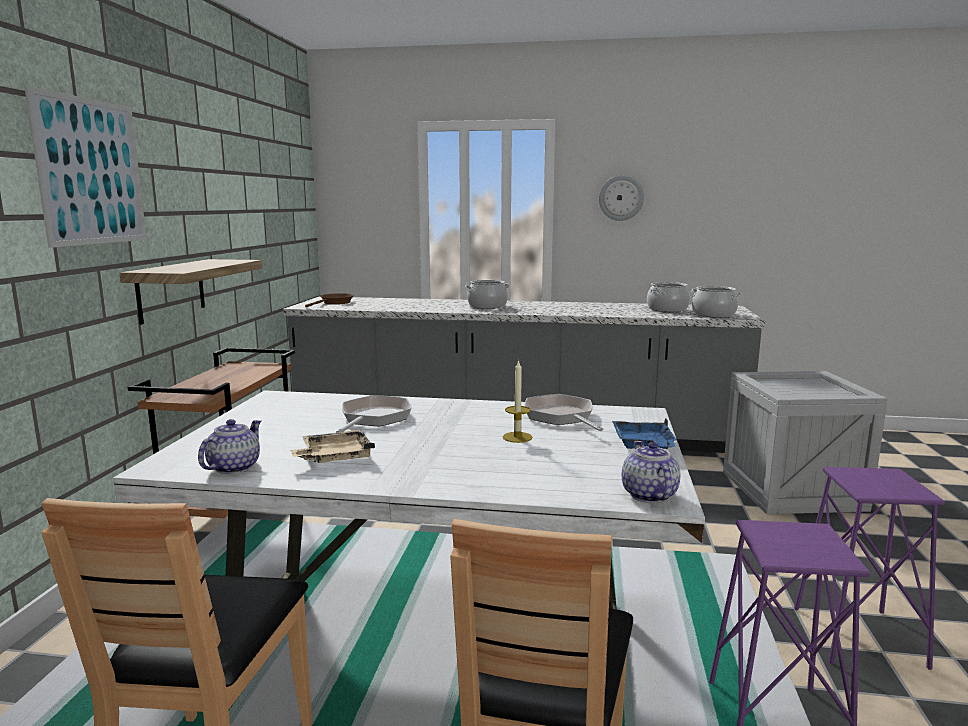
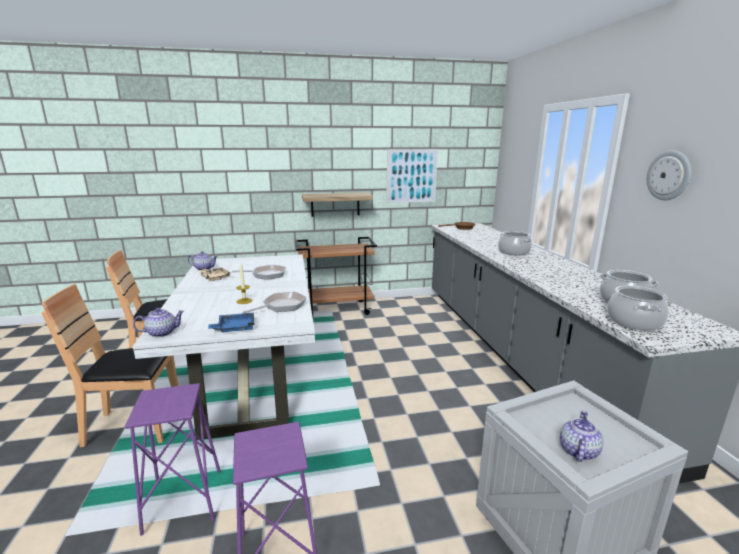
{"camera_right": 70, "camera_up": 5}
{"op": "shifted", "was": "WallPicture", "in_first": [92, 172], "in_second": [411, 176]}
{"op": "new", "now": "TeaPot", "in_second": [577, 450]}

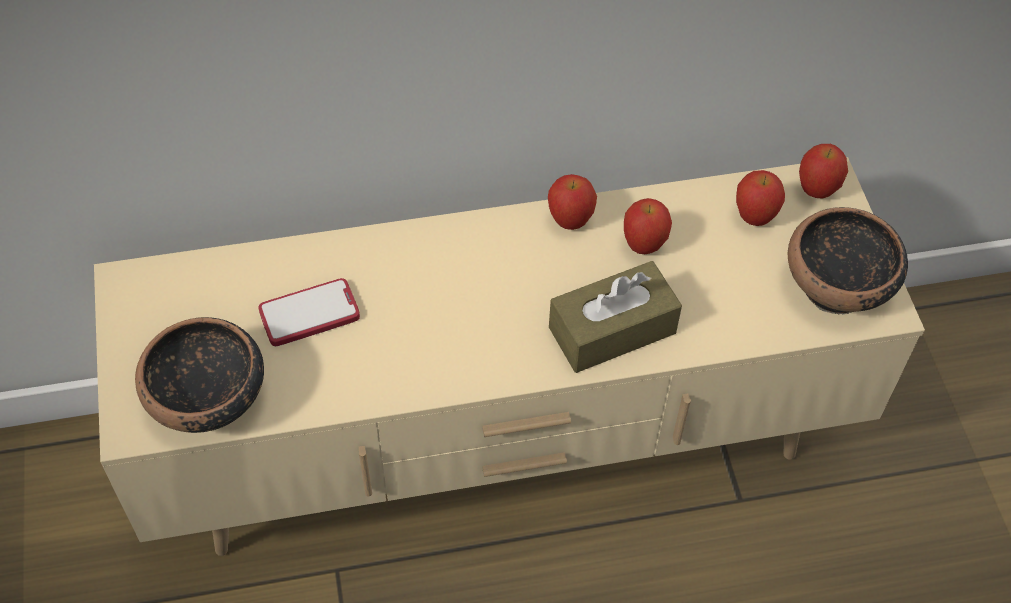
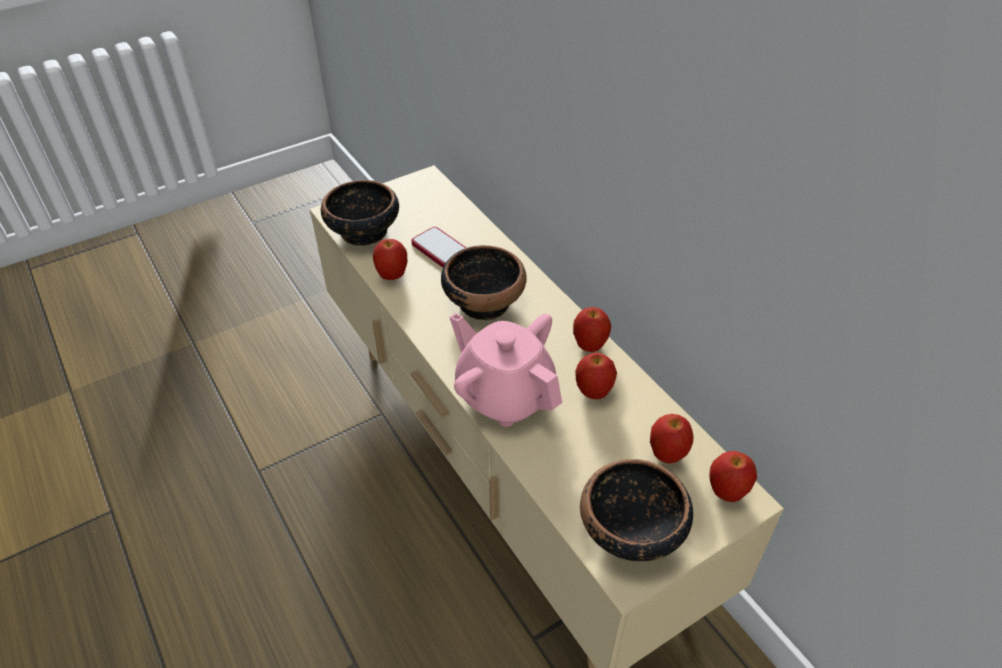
{"camera_right": 70, "camera_up": -10}
{"op": "swapped", "was": "BrownTissueHolder", "now": "PinkTeaPot", "in_first": [612, 330], "in_second": [505, 395]}
{"op": "new", "now": "AppleFruit", "in_second": [392, 276]}
{"op": "new", "now": "ServingBowl", "in_second": [484, 301]}

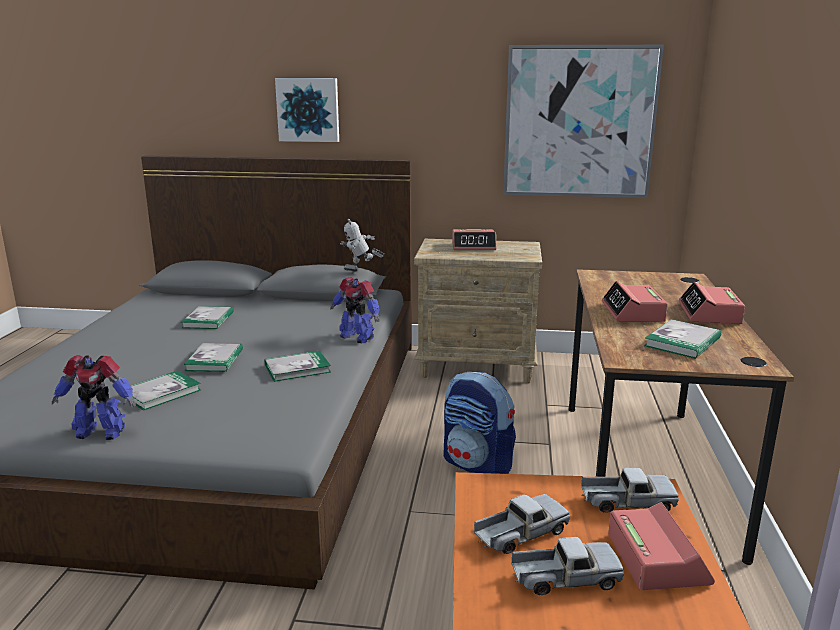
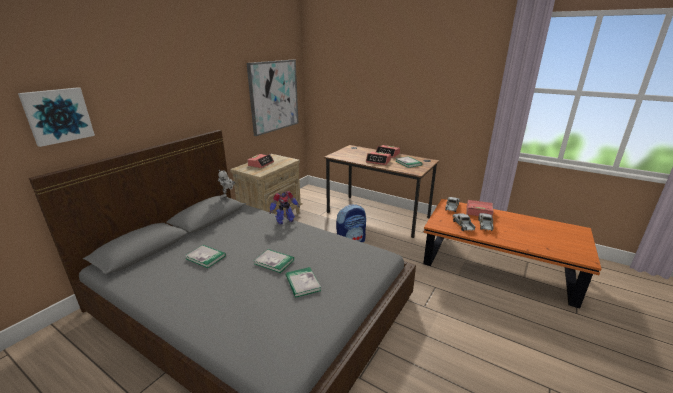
{"camera_right": -65, "camera_up": 5}
{"op": "gone", "was": "ModelRobot", "in_first": [100, 432]}
{"op": "gone", "was": "Volume", "in_first": [297, 368]}
{"op": "shifted", "was": "WallPicture", "in_first": [308, 109], "in_second": [58, 115]}

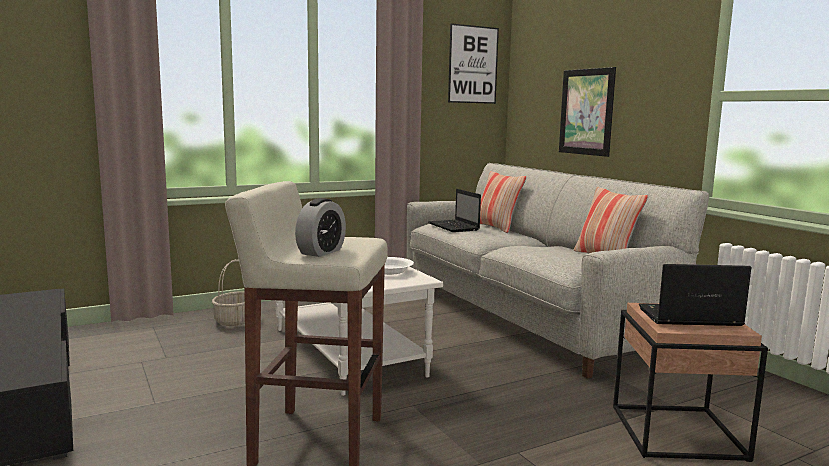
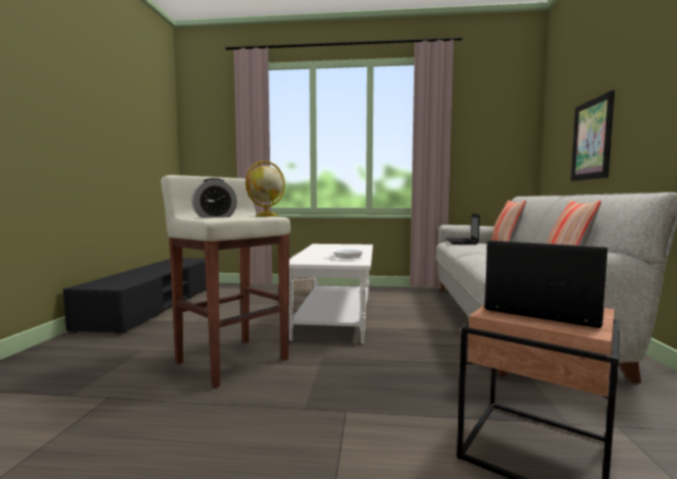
{"camera_right": 35, "camera_up": -5}
{"op": "gone", "was": "WallPicture", "in_first": [473, 64]}
{"op": "new", "now": "DeskGlobe", "in_second": [266, 216]}

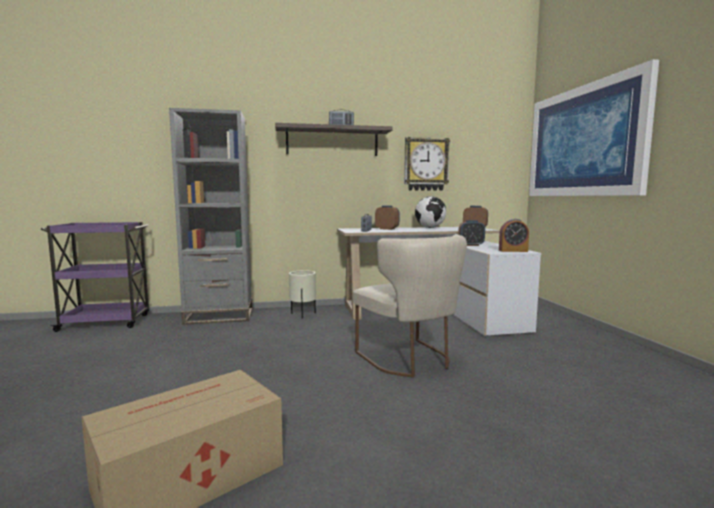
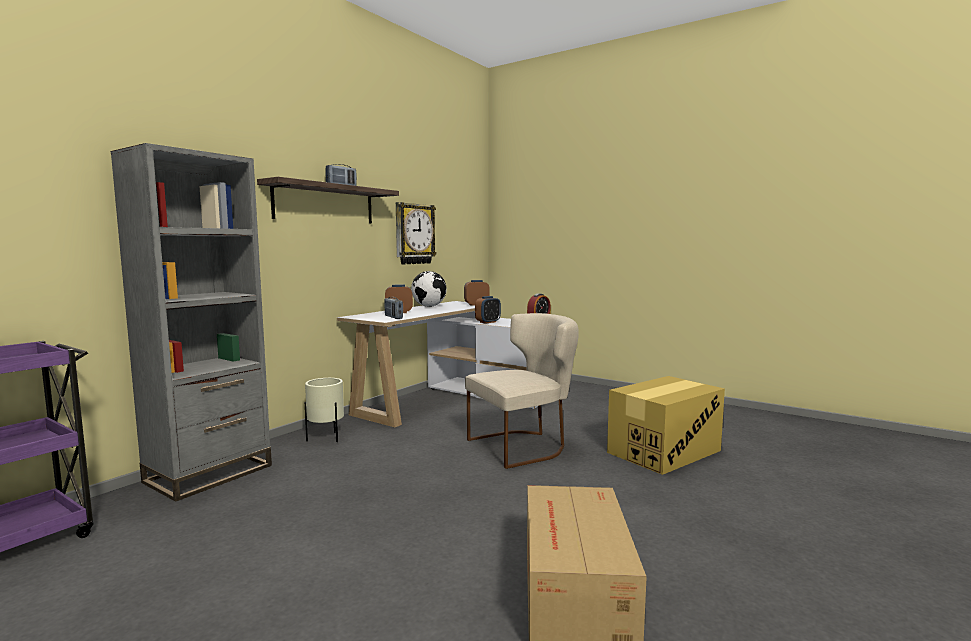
{"camera_right": -45, "camera_up": 0}
{"op": "rotated", "was": "SandColouredUprightChair", "in_first": [410, 360], "in_second": [523, 446], "clockwise": -45}
{"op": "gone", "was": "WallPicture", "in_first": [583, 141]}
{"op": "new", "now": "Carton", "in_second": [663, 451]}

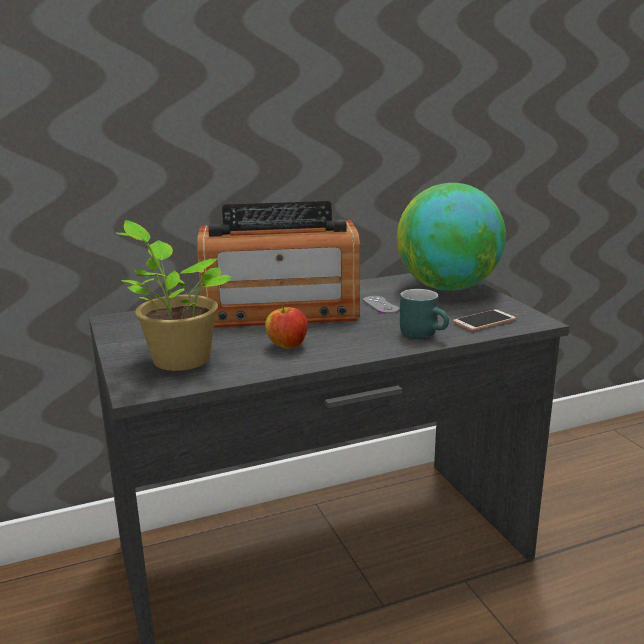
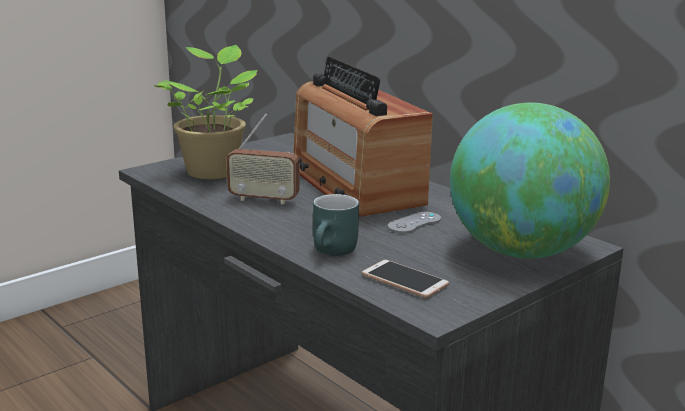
{"camera_right": 70, "camera_up": 0}
{"op": "swapped", "was": "AppleFruit", "now": "RadioSet", "in_first": [287, 345], "in_second": [264, 199]}

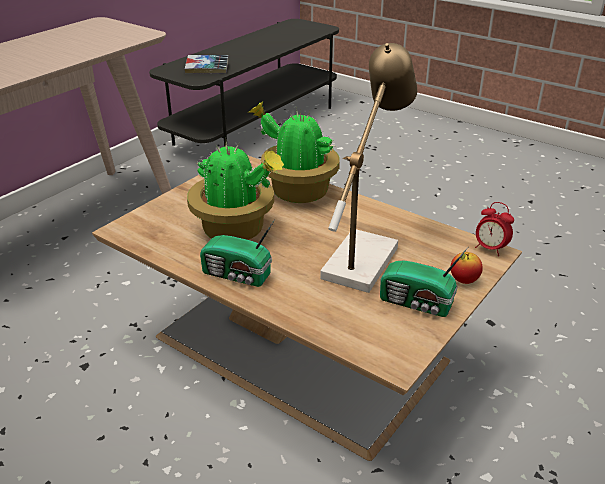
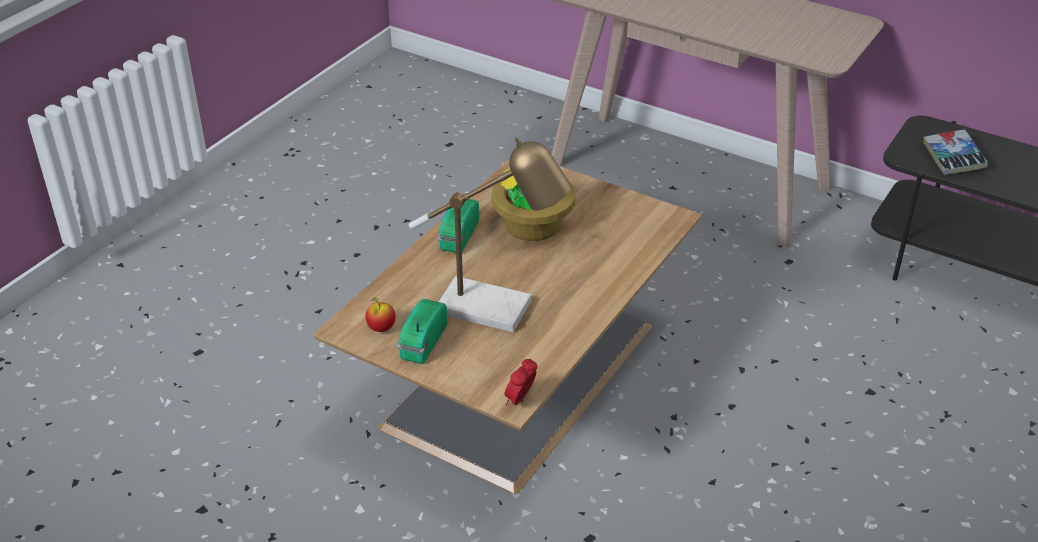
{"camera_right": 85, "camera_up": 5}
{"op": "gone", "was": "PottedPlant", "in_first": [297, 191]}
{"op": "shifted", "was": "AppleFruit", "in_first": [464, 280], "in_second": [381, 328]}

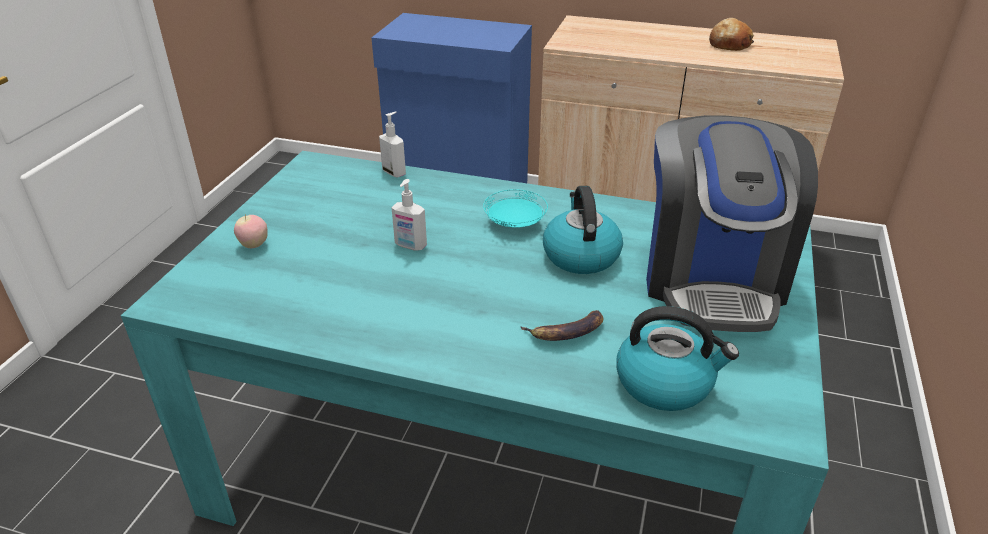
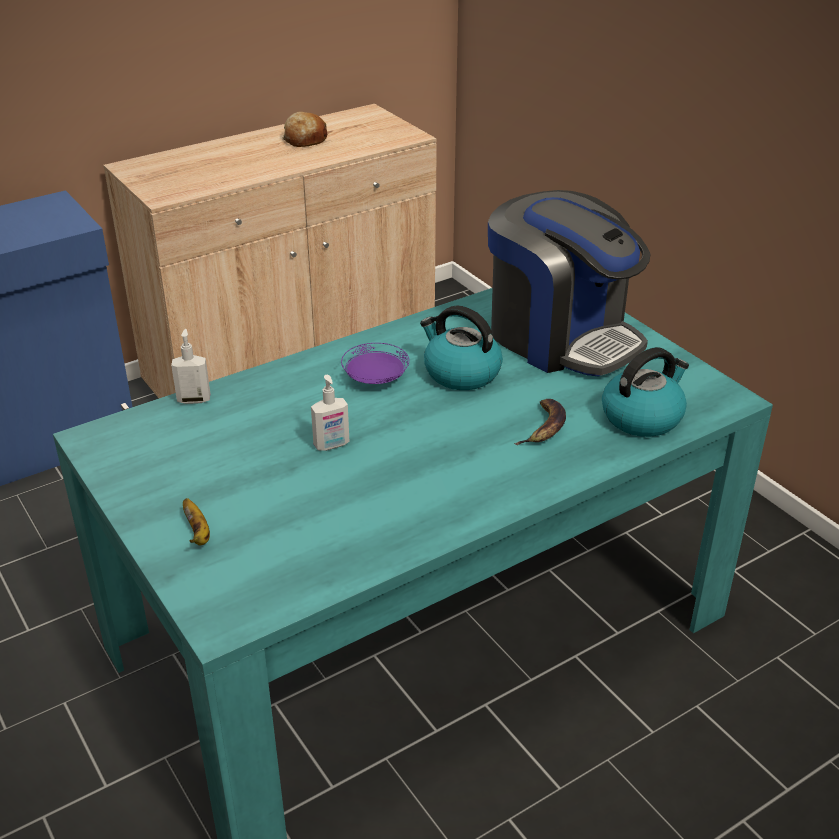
{"camera_right": -50, "camera_up": 0}
{"op": "swapped", "was": "AppleFruit", "now": "BananaFruit", "in_first": [254, 245], "in_second": [198, 533]}
{"op": "repainted", "was": "TurquoiseFlatDish", "now": "PurpleFlatDish", "in_first": [515, 223], "in_second": [375, 379]}

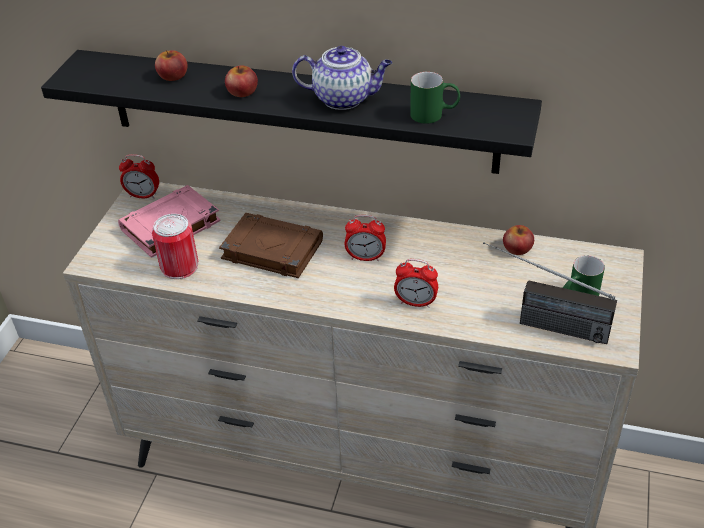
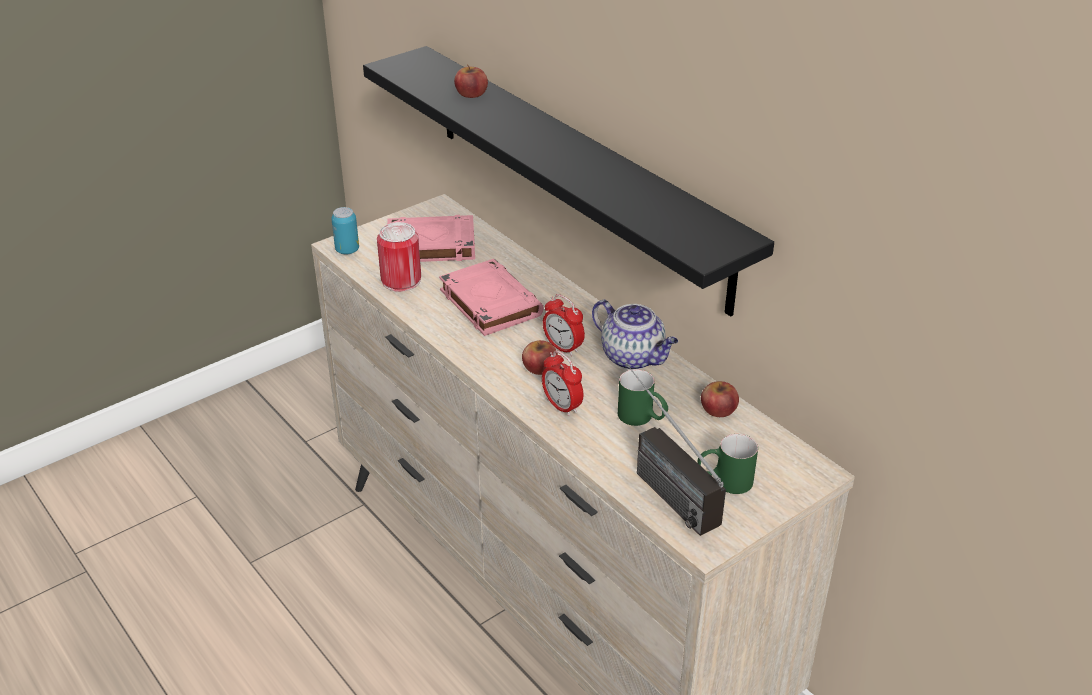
{"camera_right": 35, "camera_up": -5}
{"op": "gone", "was": "AlarmClock", "in_first": [143, 195]}
{"op": "repainted", "was": "BrownVolume", "now": "PinkVolume", "in_first": [271, 250], "in_second": [489, 302]}
{"op": "shifted", "was": "AppleFruit", "in_first": [242, 91], "in_second": [540, 367]}
{"op": "shifted", "was": "TeaPot", "in_first": [344, 99], "in_second": [634, 357]}
{"op": "shifted", "was": "GreenColouredTeaMug", "in_first": [434, 115], "in_second": [642, 418]}
{"op": "new", "now": "Can", "in_second": [347, 250]}

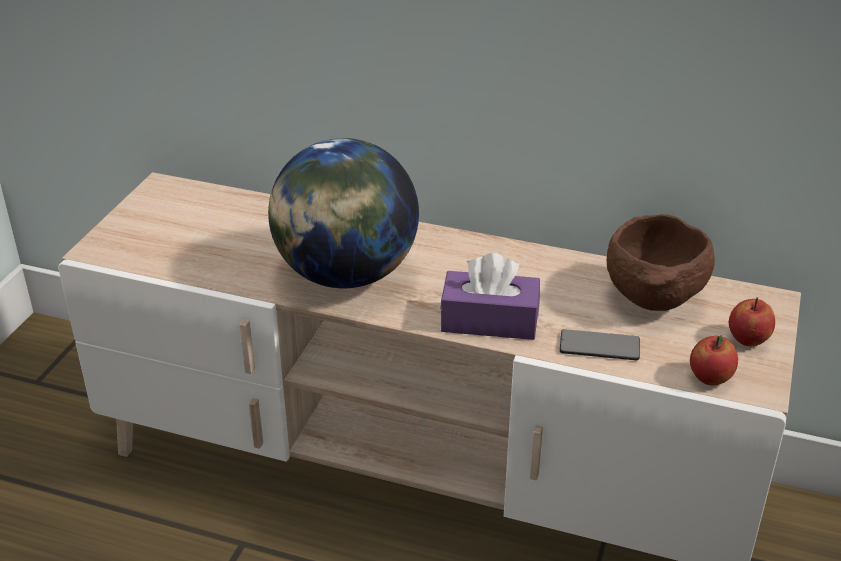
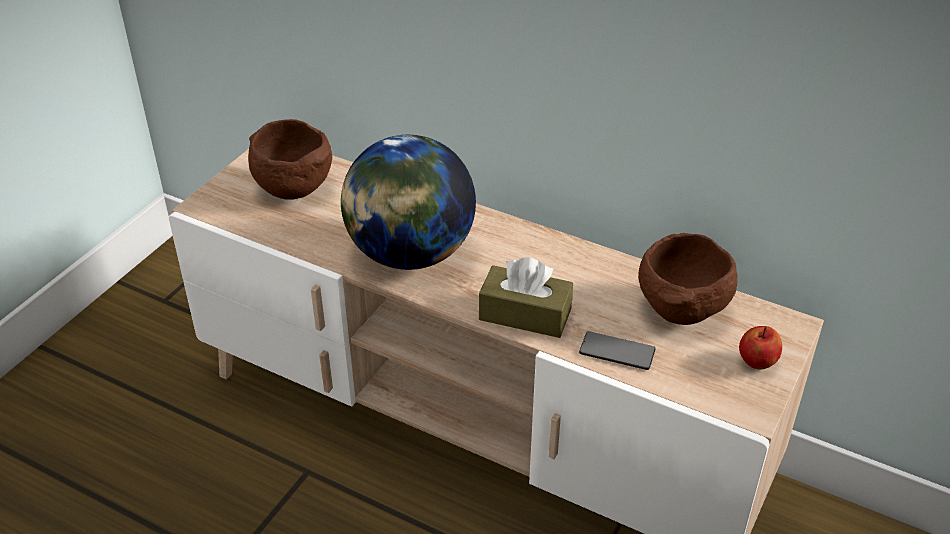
{"camera_right": 10, "camera_up": 5}
{"op": "repainted", "was": "PurpleTissueHolder", "now": "BrownTissueHolder", "in_first": [489, 321], "in_second": [525, 314]}
{"op": "gone", "was": "AppleFruit", "in_first": [710, 378]}
{"op": "new", "now": "BrownServingBowl", "in_second": [291, 188]}

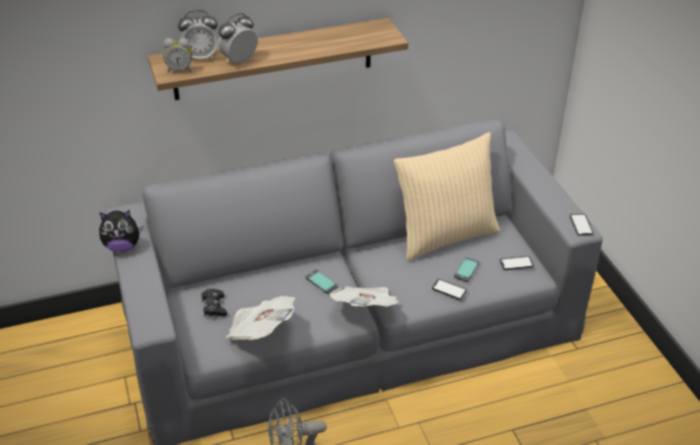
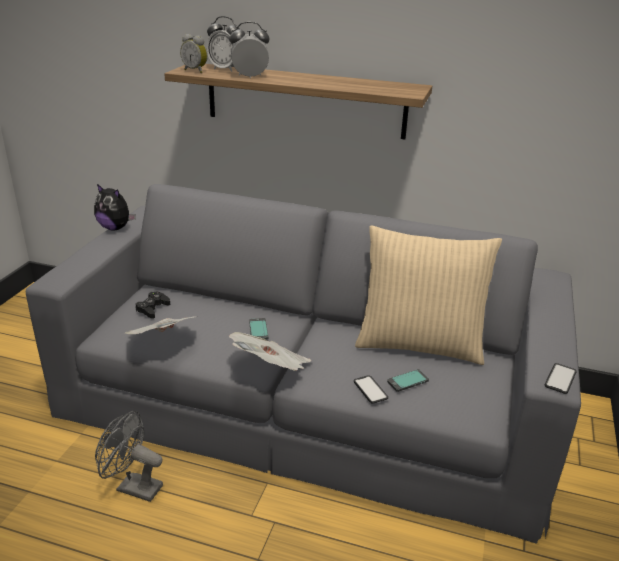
{"camera_right": 35, "camera_up": -10}
{"op": "gone", "was": "Handset", "in_first": [516, 263]}

